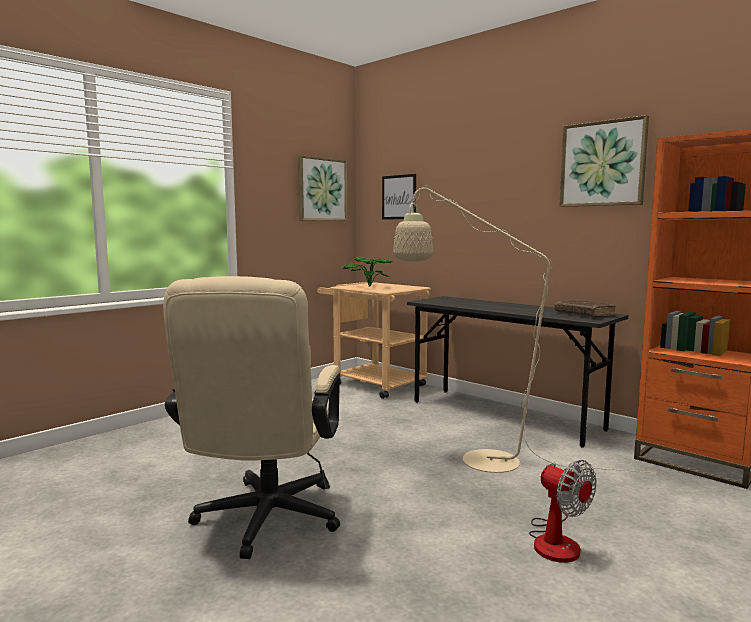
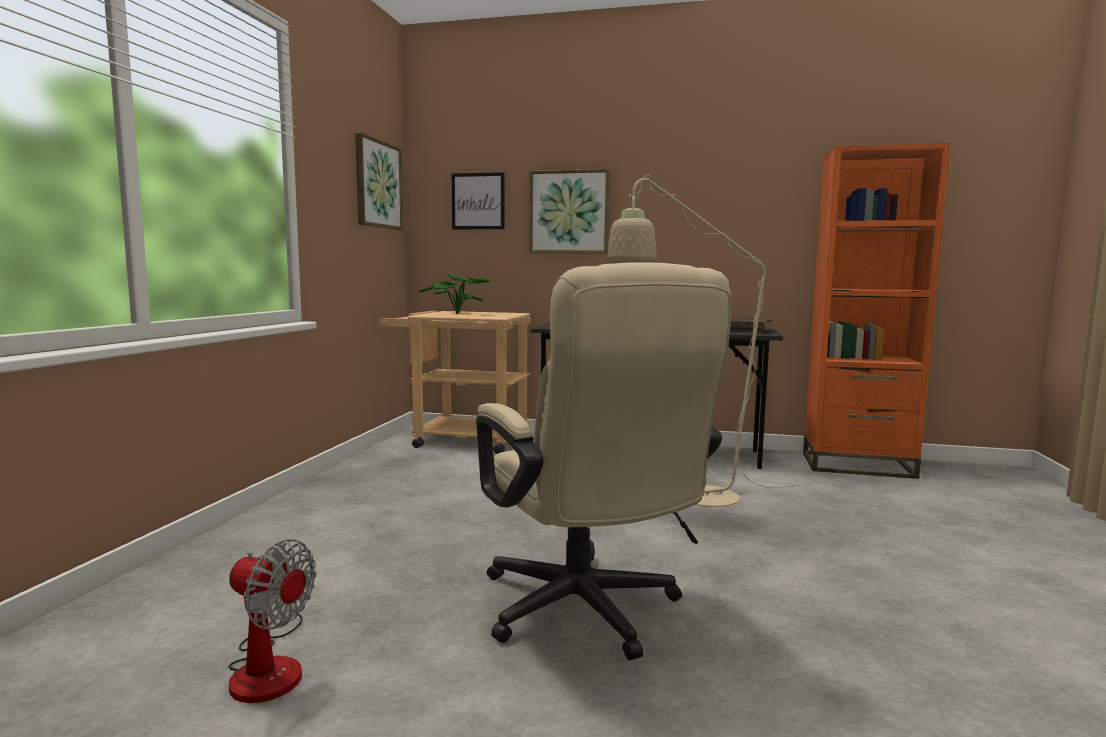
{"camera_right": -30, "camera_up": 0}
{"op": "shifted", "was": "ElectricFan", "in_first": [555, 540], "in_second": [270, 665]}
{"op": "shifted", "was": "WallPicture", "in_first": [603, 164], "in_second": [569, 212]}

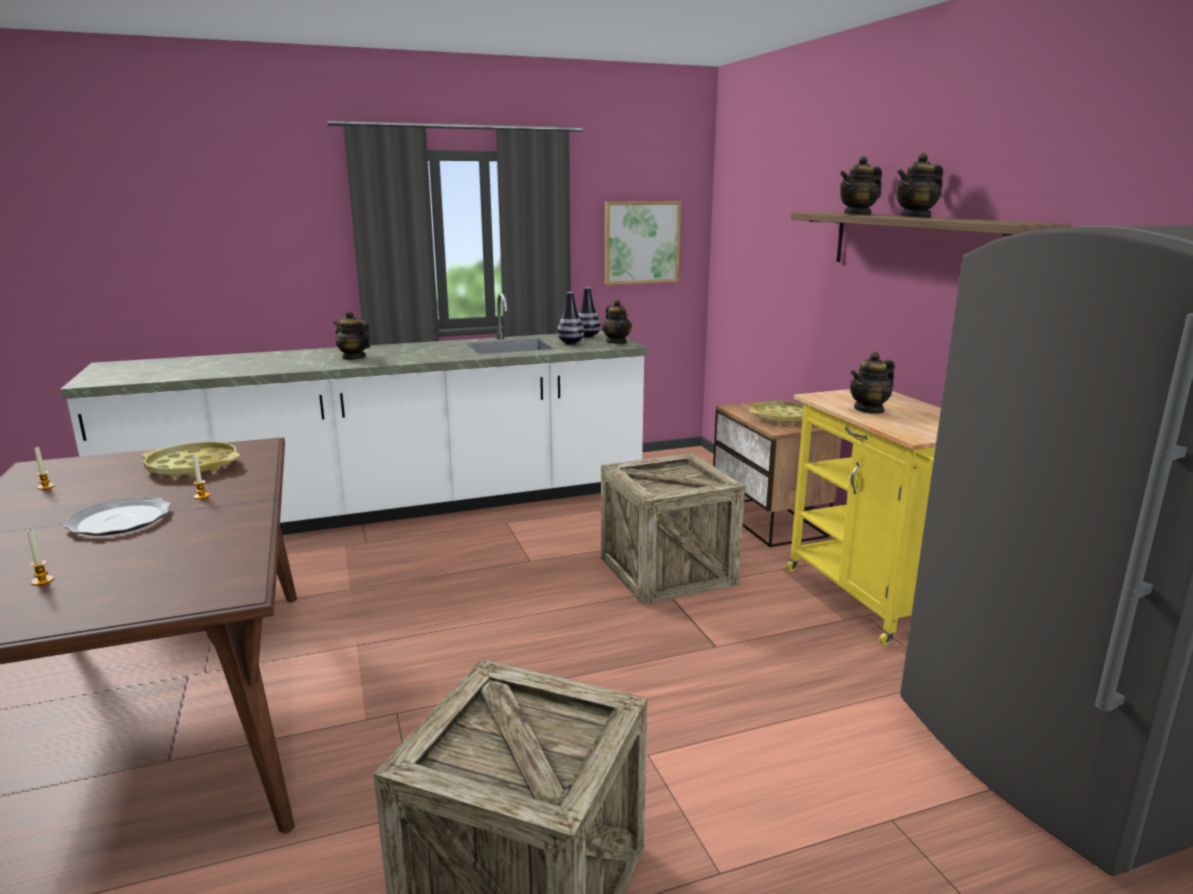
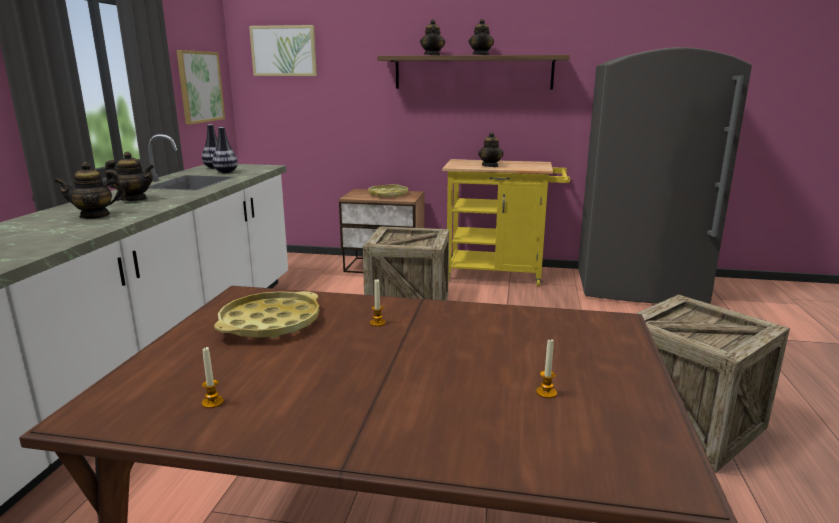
{"camera_right": -60, "camera_up": 0}
{"op": "gone", "was": "FlatDish", "in_first": [120, 520]}
{"op": "shifted", "was": "TeaPot", "in_first": [616, 342], "in_second": [134, 199]}
{"op": "new", "now": "WallPicture", "in_second": [283, 51]}

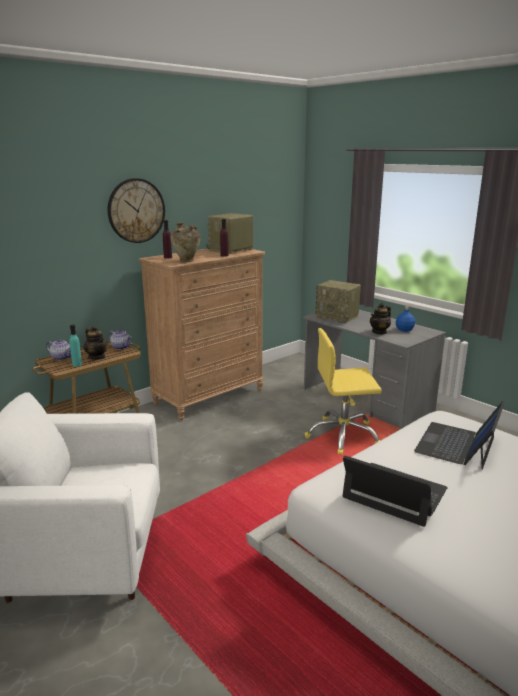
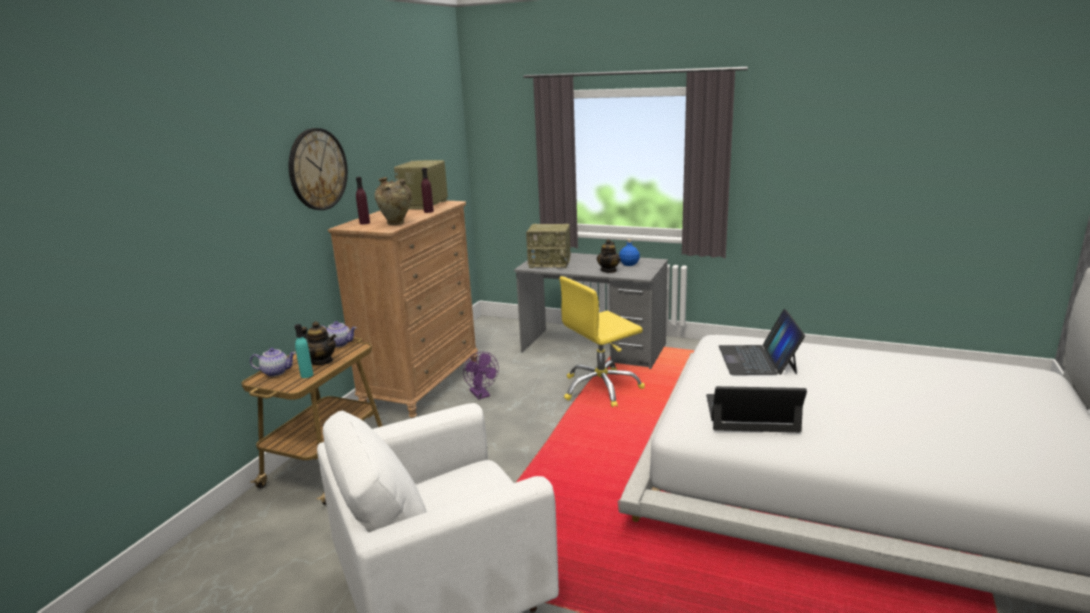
{"camera_right": -25, "camera_up": 0}
{"op": "new", "now": "PurpleElectricFan", "in_second": [481, 395]}

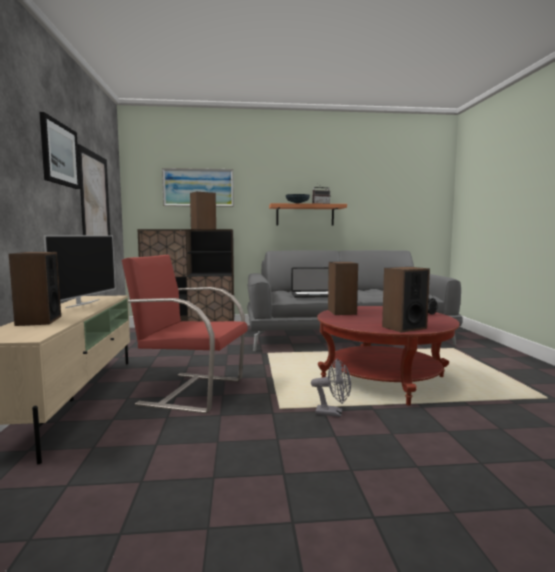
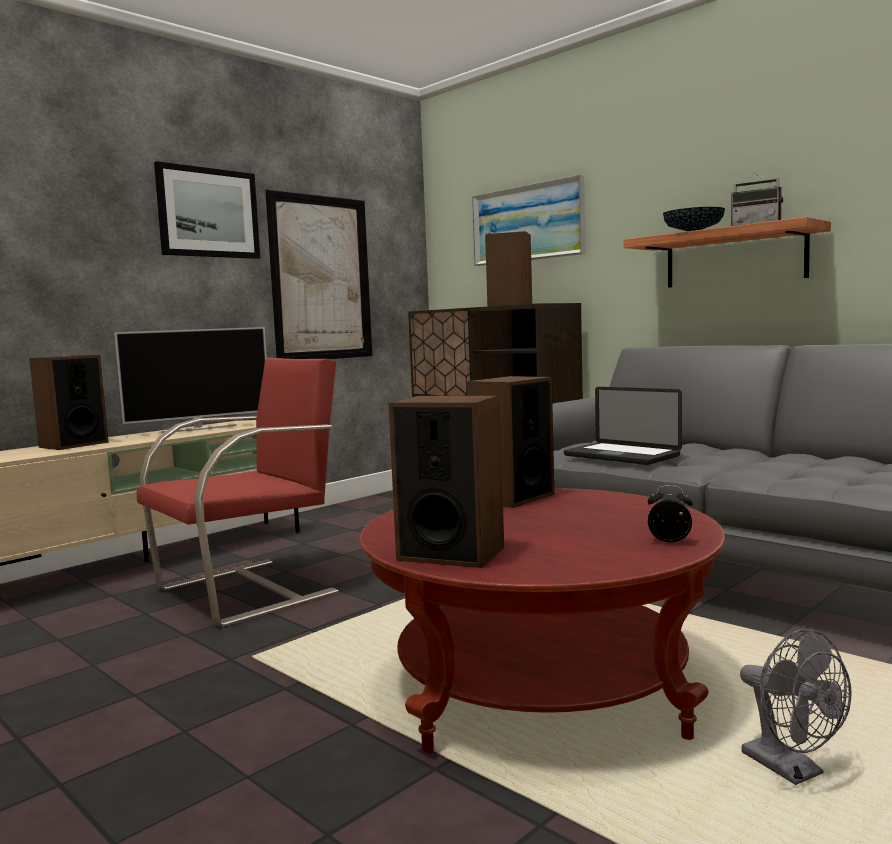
{"camera_right": 50, "camera_up": 0}
{"op": "rotated", "was": "ReddishEasyChair", "in_first": [191, 391], "in_second": [248, 591], "clockwise": 75}
{"op": "shifted", "was": "GrayElectricFan", "in_first": [333, 413], "in_second": [792, 771]}

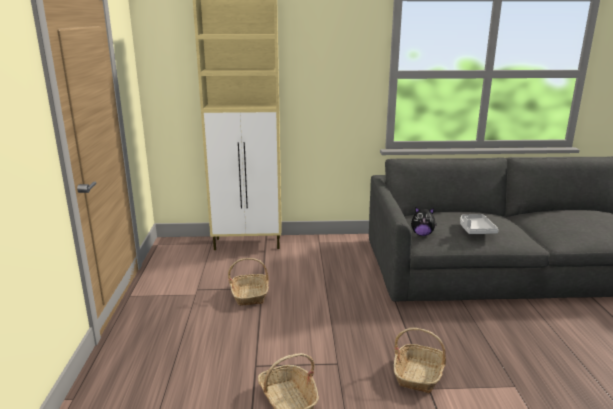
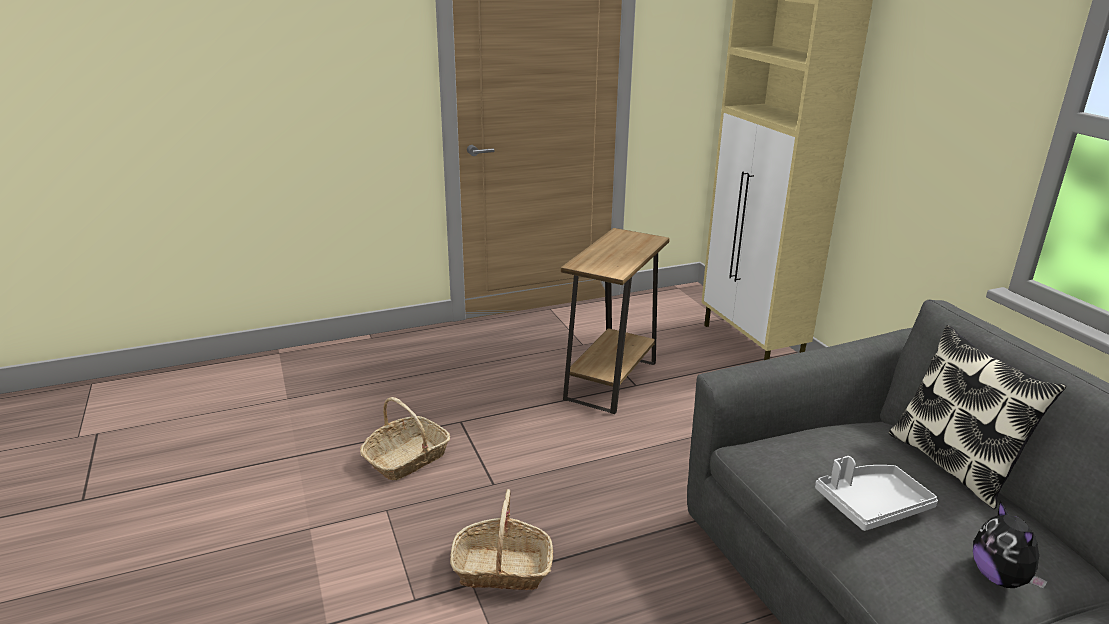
{"camera_right": 70, "camera_up": 5}
{"op": "swapped", "was": "StorageBasket", "now": "BrownAccentTable", "in_first": [250, 295], "in_second": [611, 380]}
{"op": "shifted", "was": "PlushToy", "in_first": [422, 234], "in_second": [1000, 578]}
{"op": "new", "now": "Cushion", "in_second": [953, 464]}

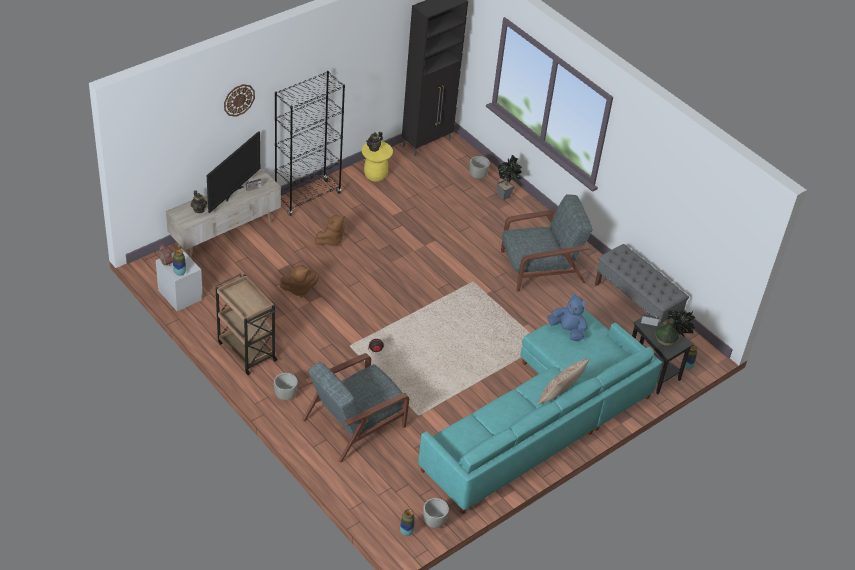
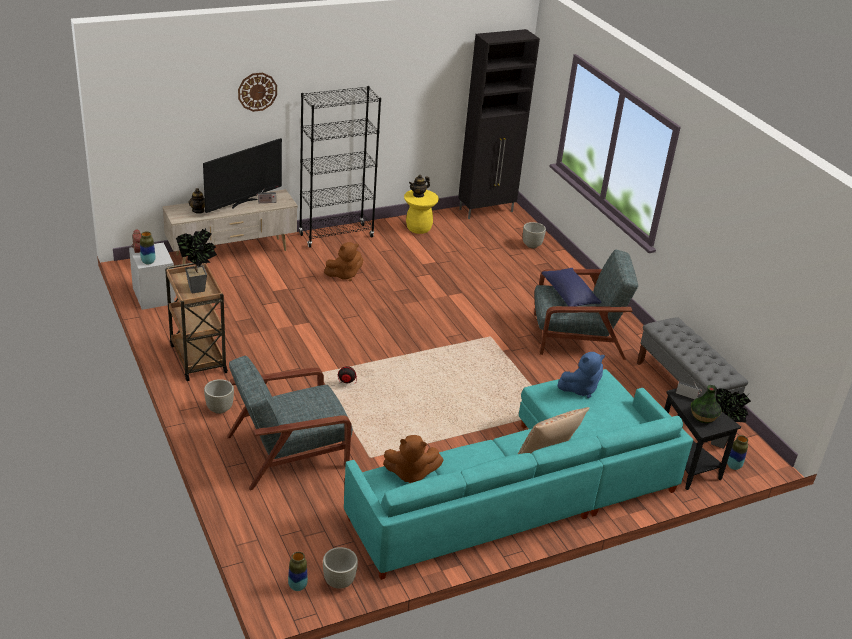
{"camera_right": 15, "camera_up": -10}
{"op": "shifted", "was": "BrownPlushToy", "in_first": [299, 289], "in_second": [410, 474]}
{"op": "shifted", "was": "PottedPlant", "in_first": [506, 196], "in_second": [200, 289]}
{"op": "rotated", "was": "BluePlushToy", "in_first": [567, 330], "in_second": [580, 389], "clockwise": 105}
{"op": "new", "now": "BlueCushion", "in_second": [569, 295]}

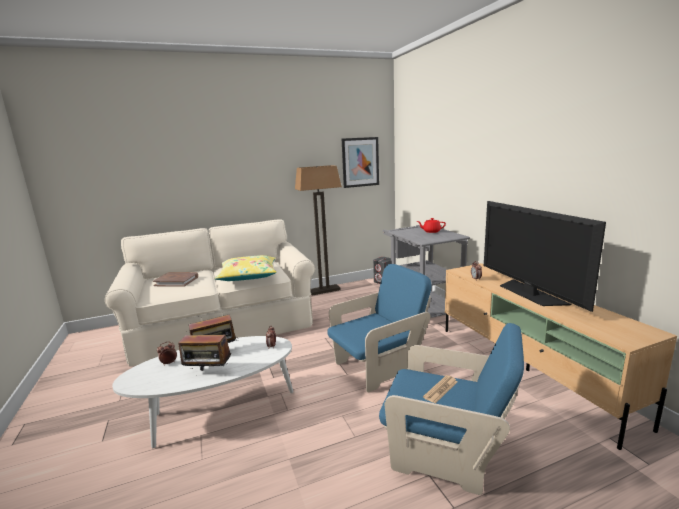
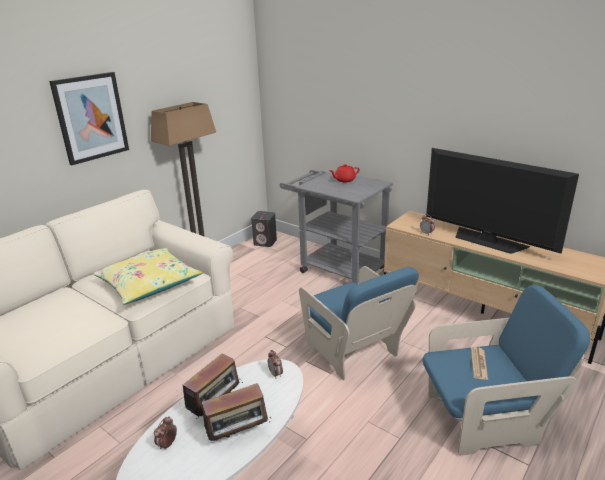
{"camera_right": -30, "camera_up": 10}
{"op": "gone", "was": "BrownVolume", "in_first": [177, 281]}
{"op": "rotated", "was": "BlueEasyChair", "in_first": [378, 366], "in_second": [354, 353], "clockwise": 120}
{"op": "shifted", "was": "WallPicture", "in_first": [360, 162], "in_second": [91, 117]}

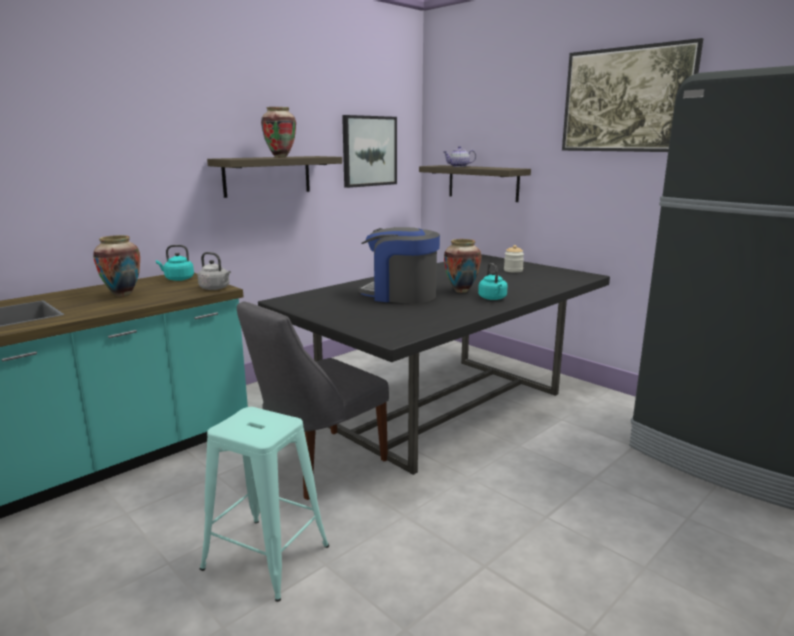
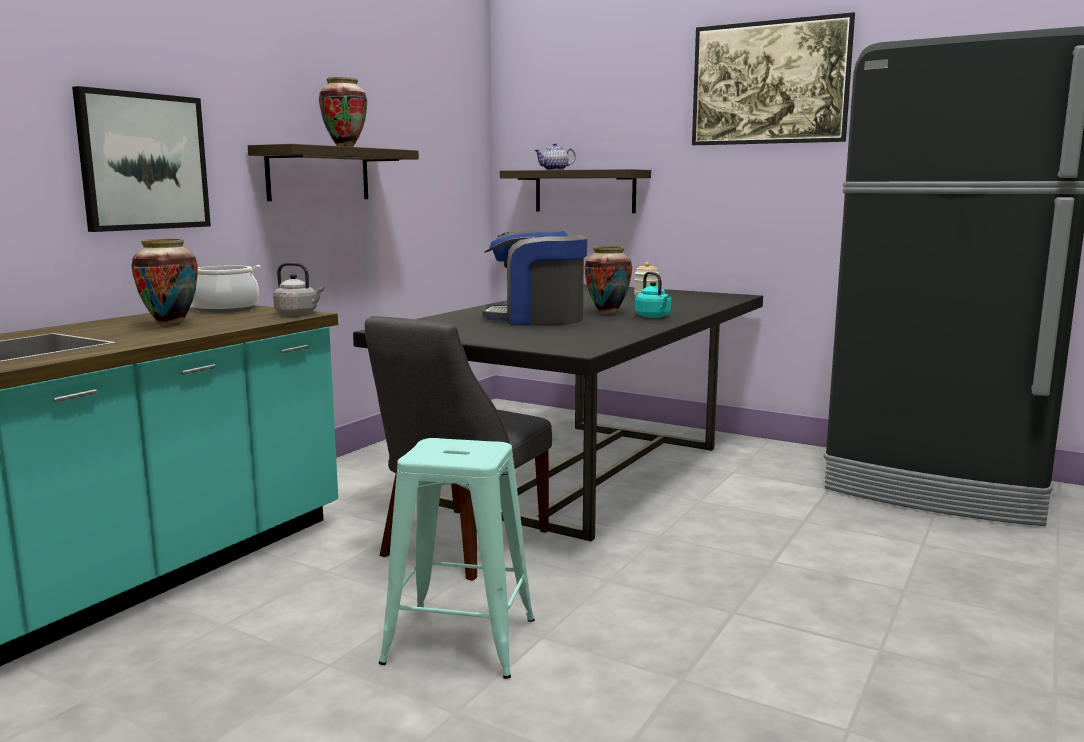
{"camera_right": -15, "camera_up": -5}
{"op": "swapped", "was": "TurquoiseWaterKettle", "now": "Saucepot", "in_first": [178, 279], "in_second": [225, 309]}
{"op": "shifted", "was": "WallPicture", "in_first": [369, 151], "in_second": [143, 162]}

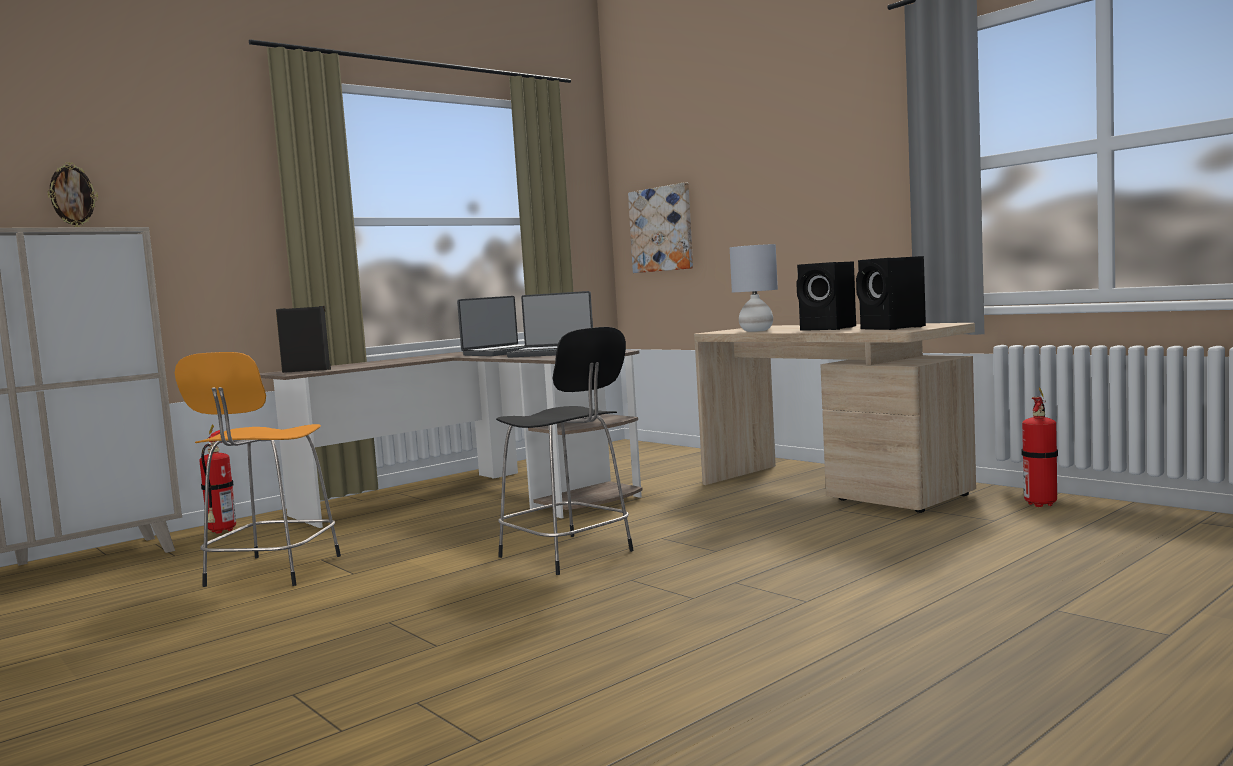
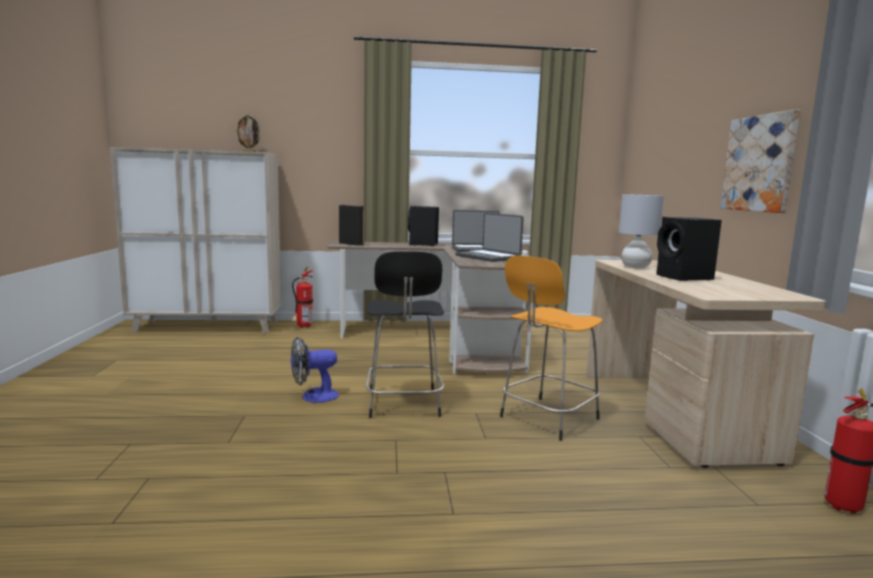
{"camera_right": 35, "camera_up": 5}
{"op": "shifted", "was": "OrangeStool", "in_first": [271, 572], "in_second": [547, 419]}
{"op": "shifted", "was": "WallPicture", "in_first": [662, 229], "in_second": [760, 163]}
{"op": "shifted", "was": "BlackColouredLoudspeaker", "in_first": [893, 328], "in_second": [423, 244]}
{"op": "new", "now": "ElectricFan", "in_second": [313, 396]}

